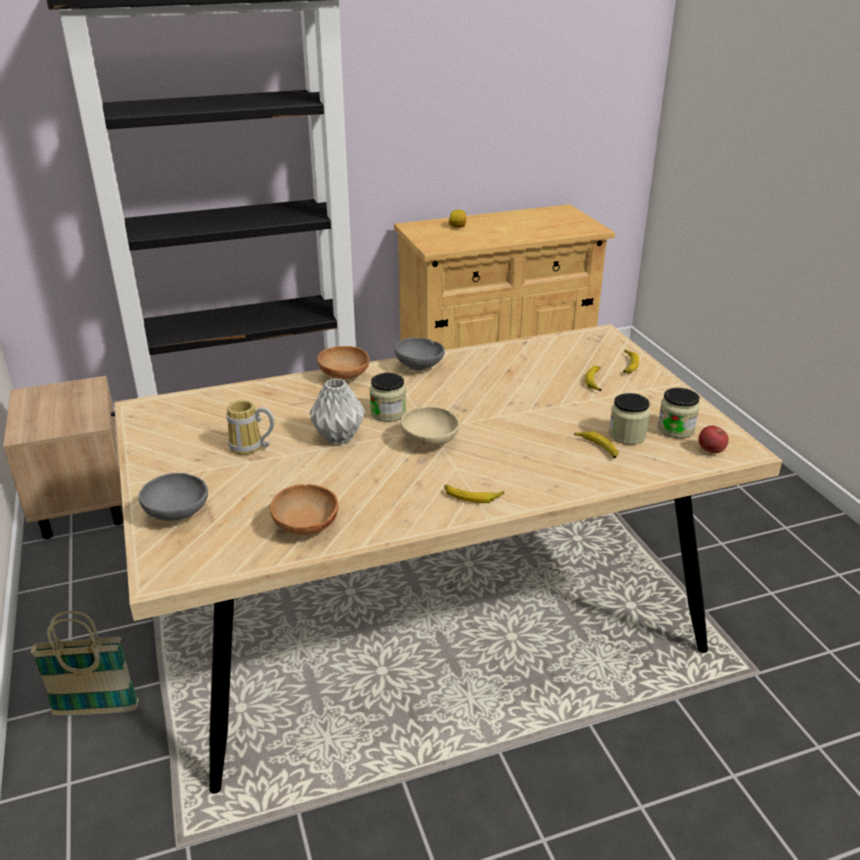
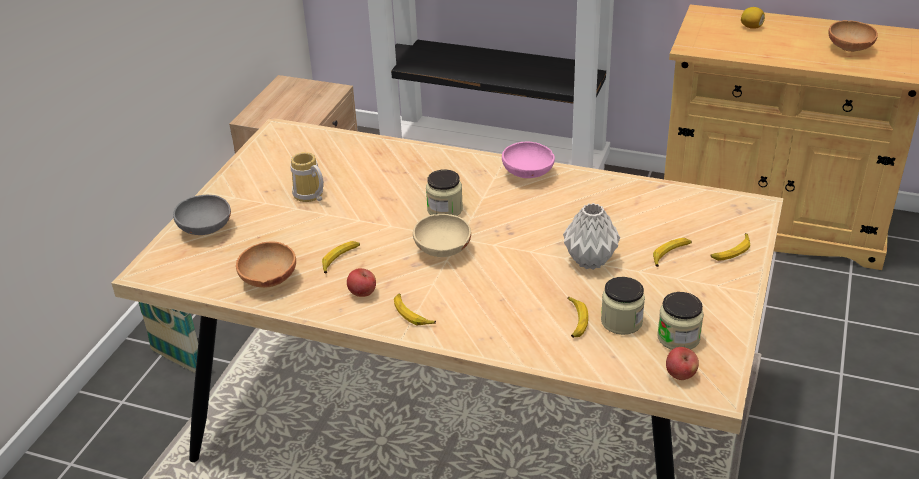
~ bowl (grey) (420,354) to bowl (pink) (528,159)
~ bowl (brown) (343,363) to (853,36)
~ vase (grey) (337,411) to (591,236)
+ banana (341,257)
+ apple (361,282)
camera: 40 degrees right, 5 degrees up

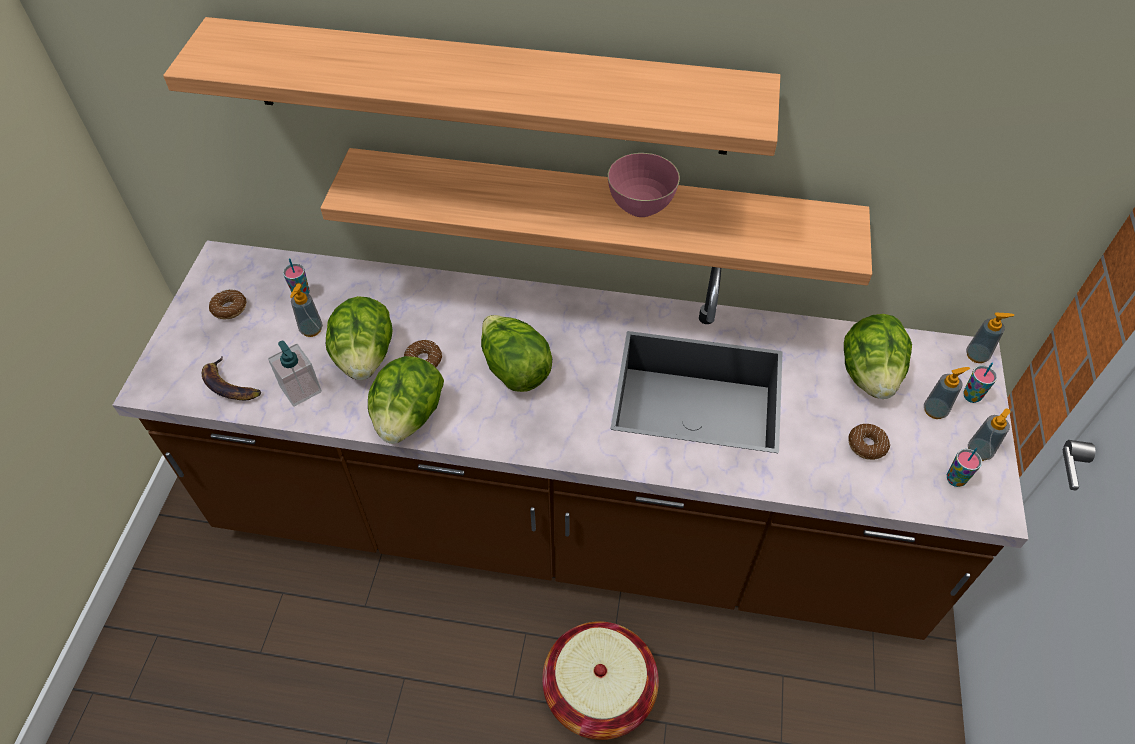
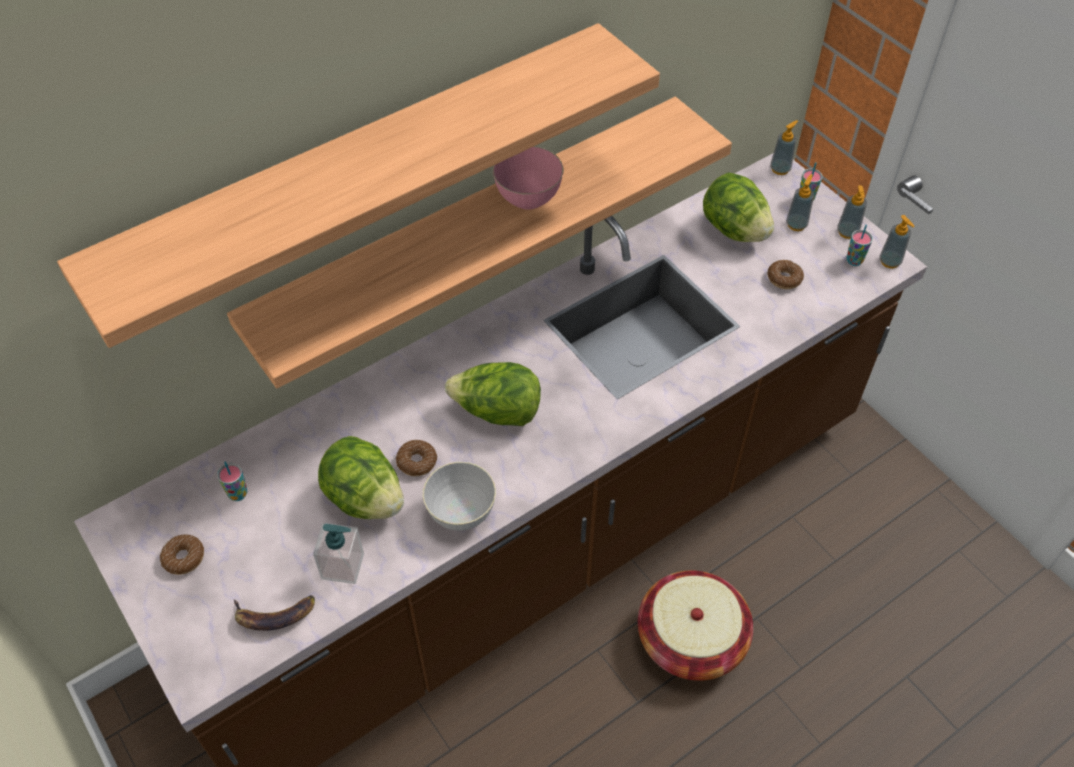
~ soap dispenser (306,310) to (896,241)
~ lettuce (406,400) to bowl (grey) (459,496)
camera: 45 degrees left, 0 degrees up

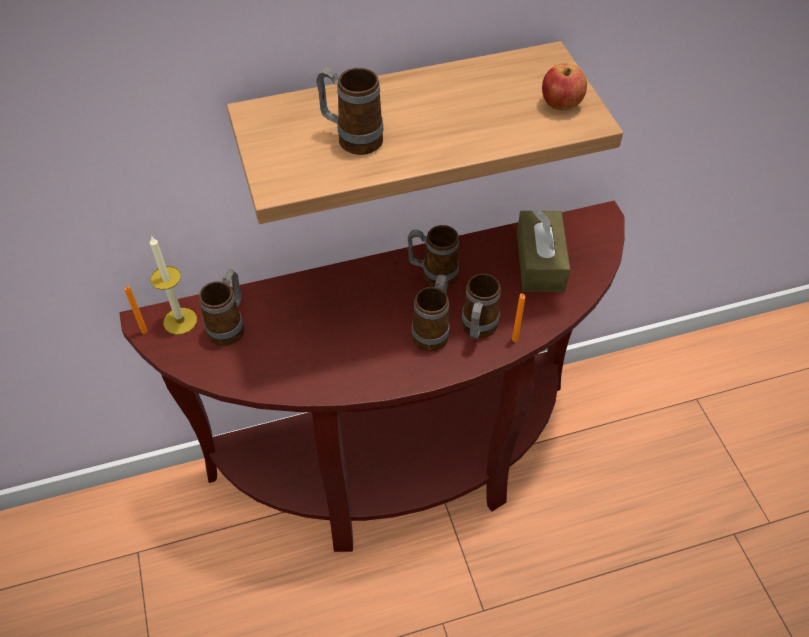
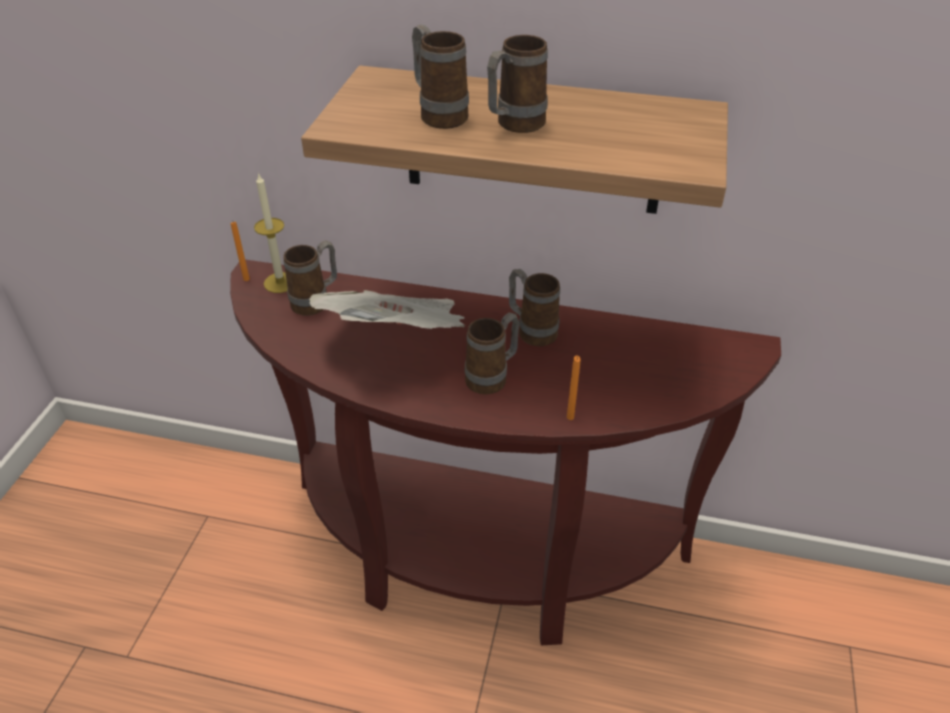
- apple (564,86)
- tissue box (brown) (543,251)
~ mug (481,306) to (517,84)
+ newspaper (387,309)
camera: 30 degrees right, 10 degrees down

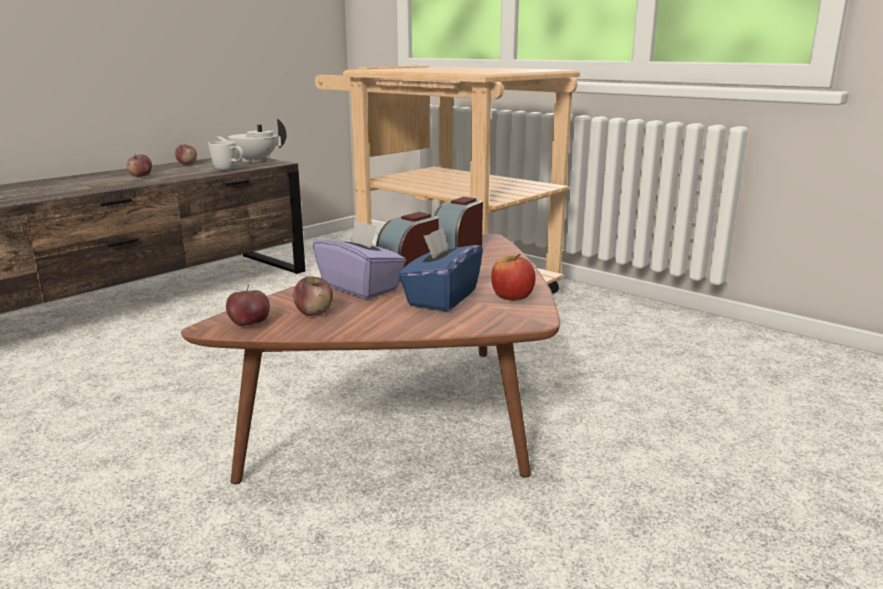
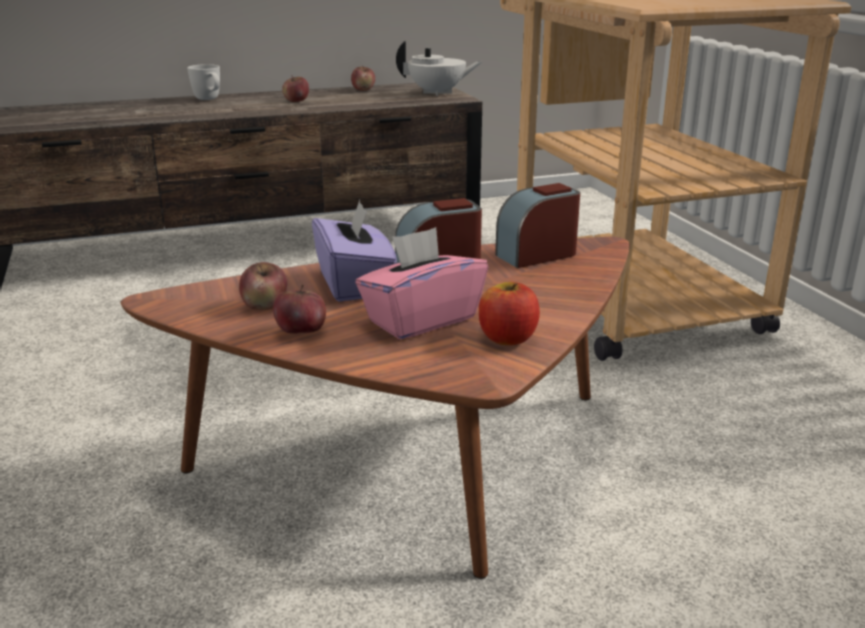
~ teapot (white) (251,140) = (439,68) 150 degrees clockwise
~ mug (white) (226,155) to (203,82)
~ tissue box (blue) (440,269) to tissue box (pink) (422,283)
~ apple (248,305) to (299,309)
camera: 30 degrees right, 5 degrees up

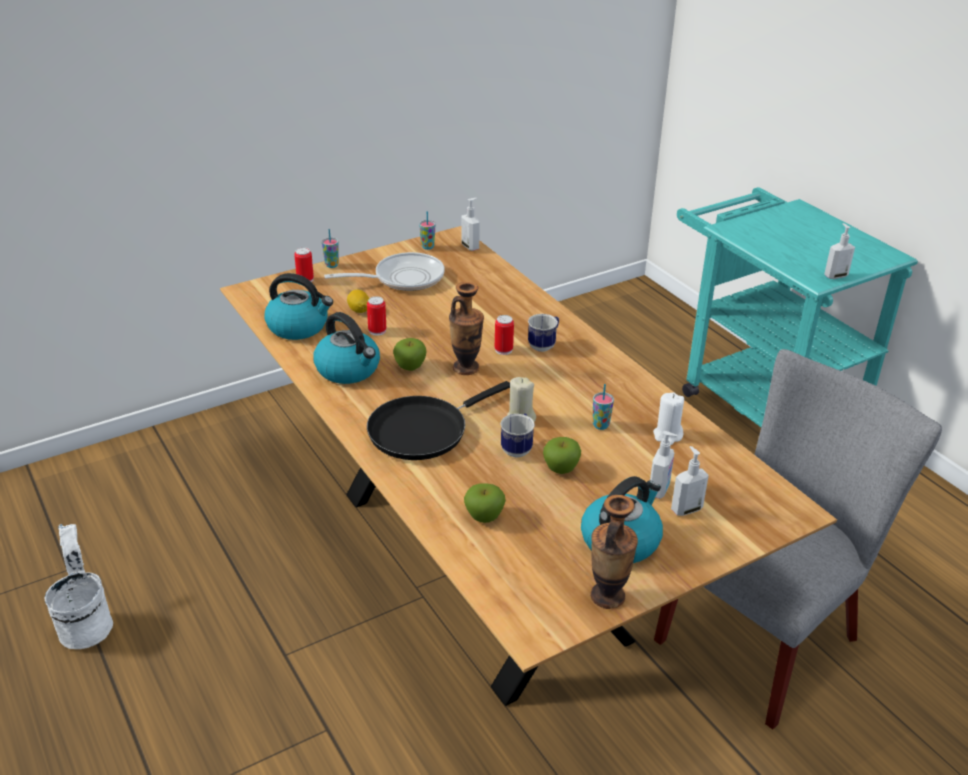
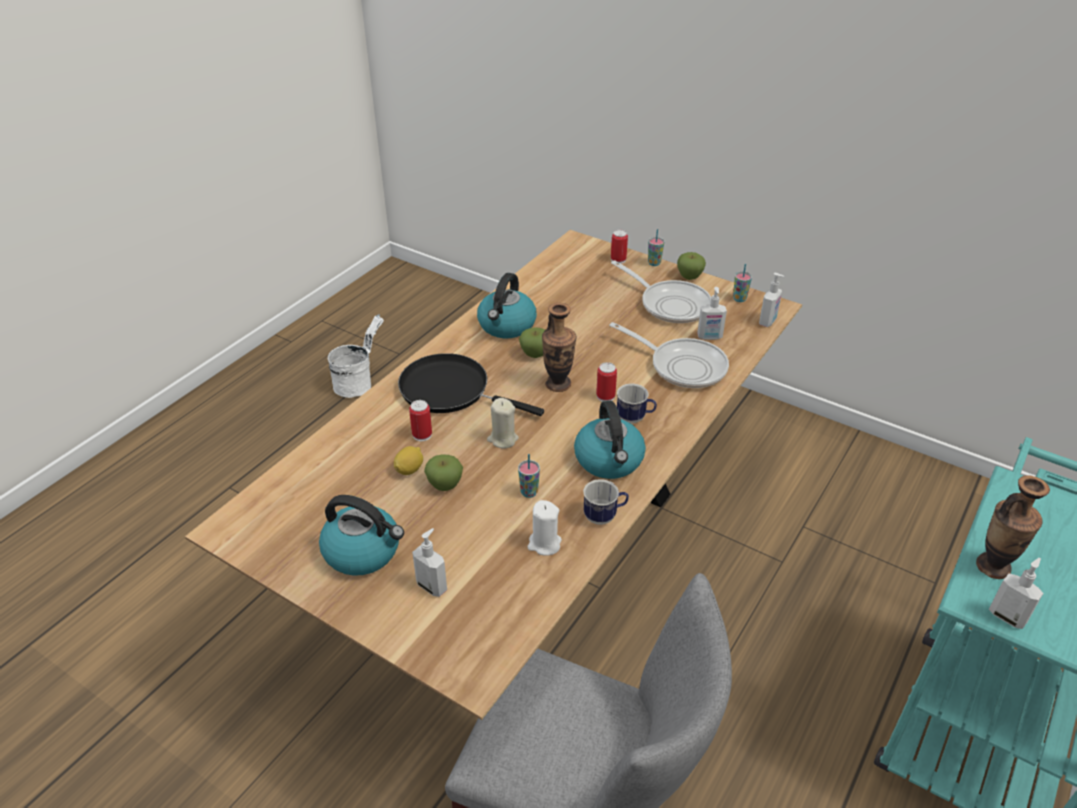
~ kettle (298,306) to (610,440)
~ lemon (358,301) to (408,460)
~ can (376,316) to (420,420)
~ mug (517,435) to (606,502)
~ soap dispenser (663,465) to (712,313)
~ apple (485,503) to (691,266)
~ vase (614,552) to (1013,527)
+ frying pan (669,355)
camera: 65 degrees right, 5 degrees up

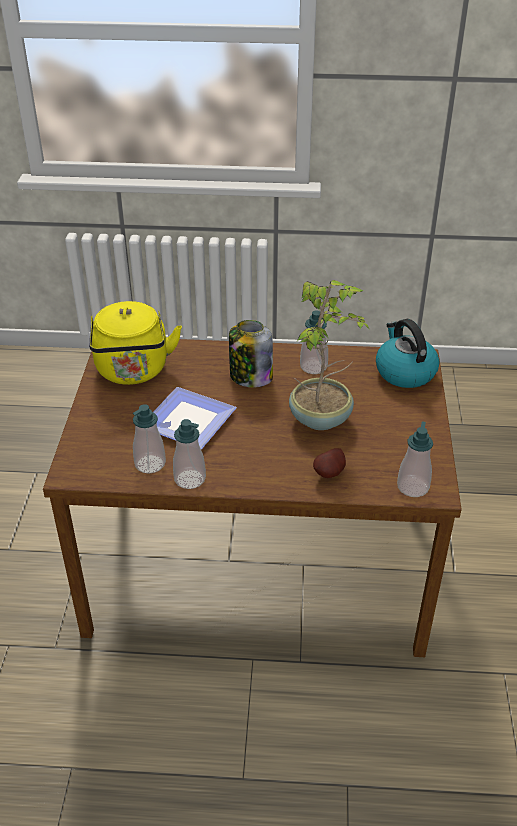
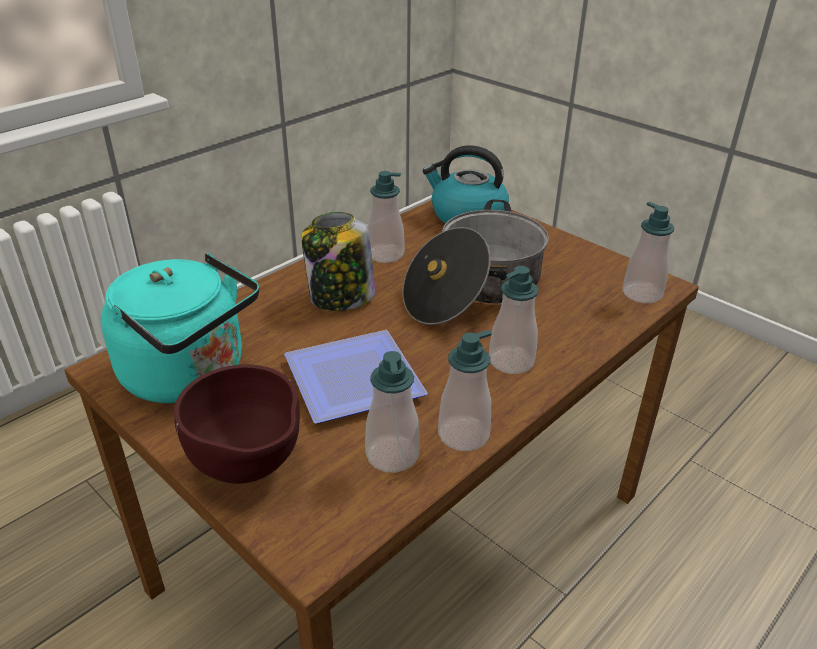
~ potted plant (329,355) to cooking pot (475,262)
~ kettle (yellow) (135,343) to kettle (turquoise) (180,328)
- potato (329,463)
+ soap dispenser (514,320)
+ bowl (brown) (237,424)
camera: 50 degrees left, 5 degrees down

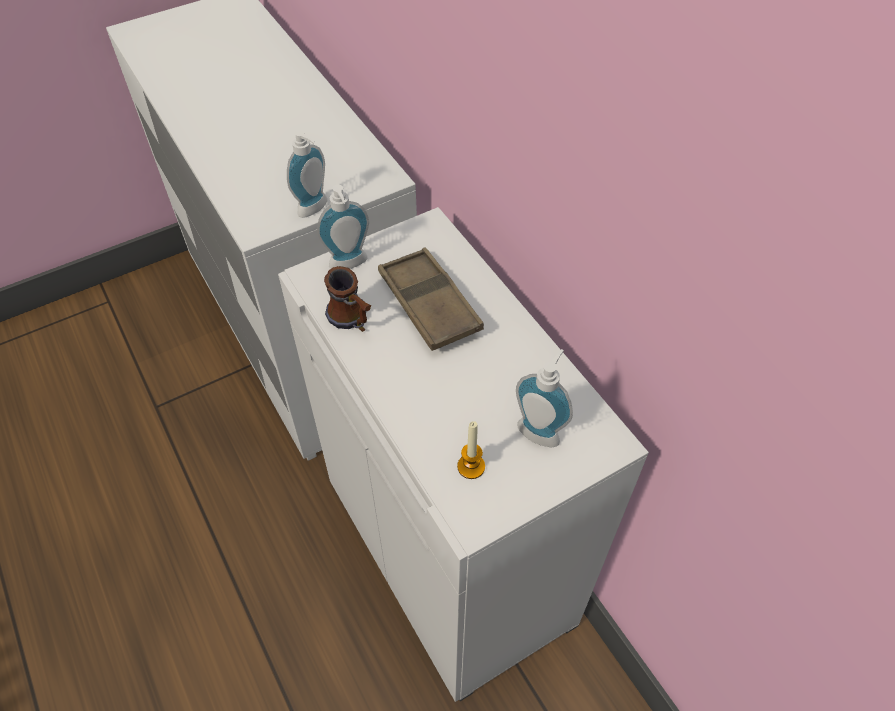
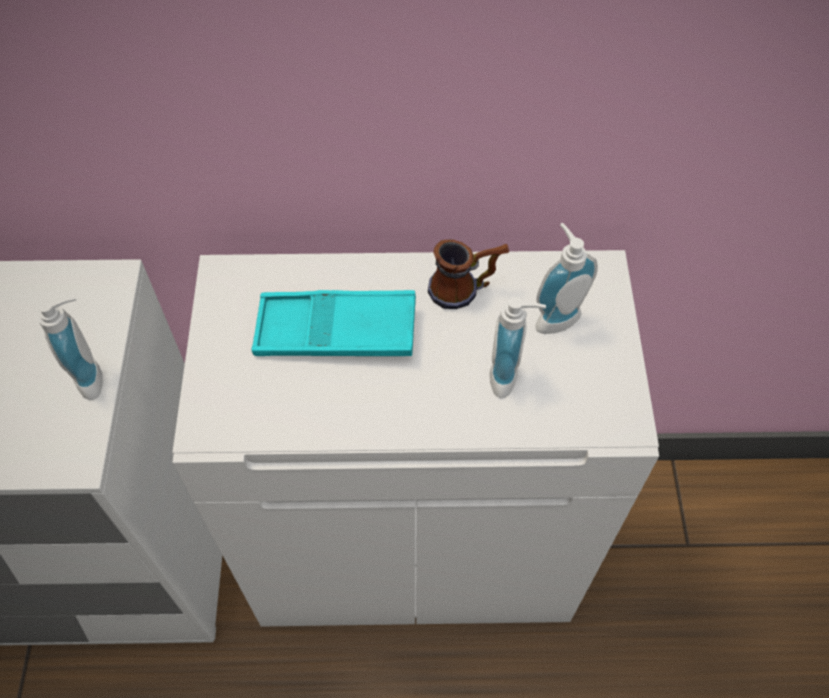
~ soap dispenser (343,227) to (518,347)
~ tray (brown) (431,299) to tray (turquoise) (334,323)
~ mug (347,299) to (468,274)
- candle (471,450)
camera: 60 degrees left, 5 degrees up

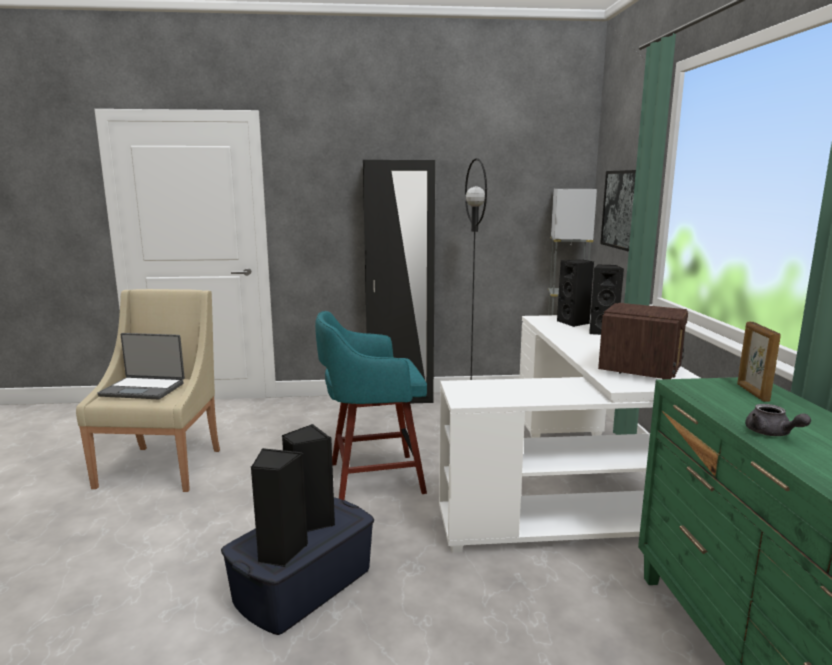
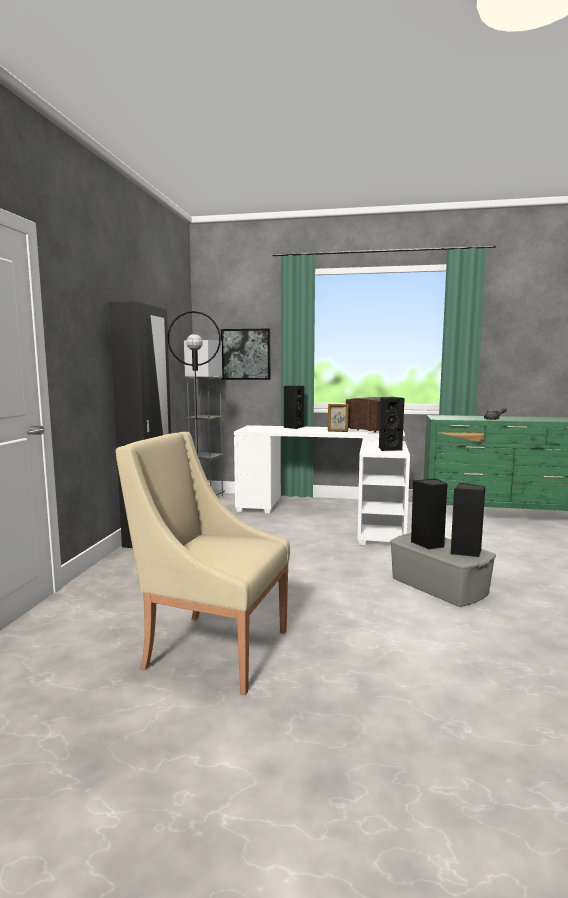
~ speaker (black) (575,293) to (392,424)
- stool (turquoise) (371,405)
~ picture frame (759,362) to (338,418)
- laptop (141,366)
~ storage box (blue) (297,566) to storage box (grey) (443,570)
camera: 75 degrees left, 5 degrees down

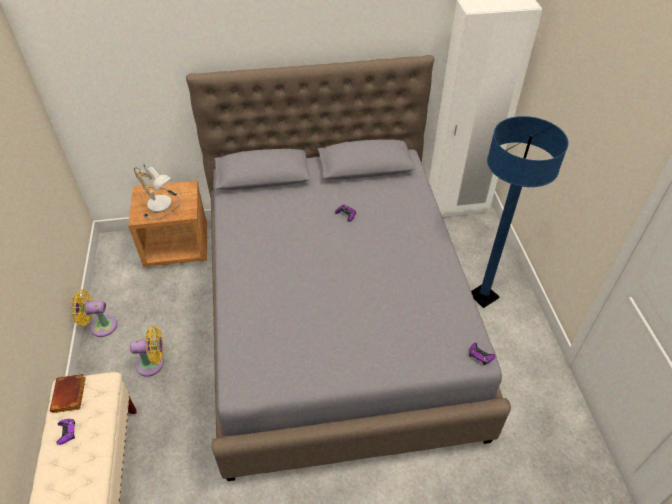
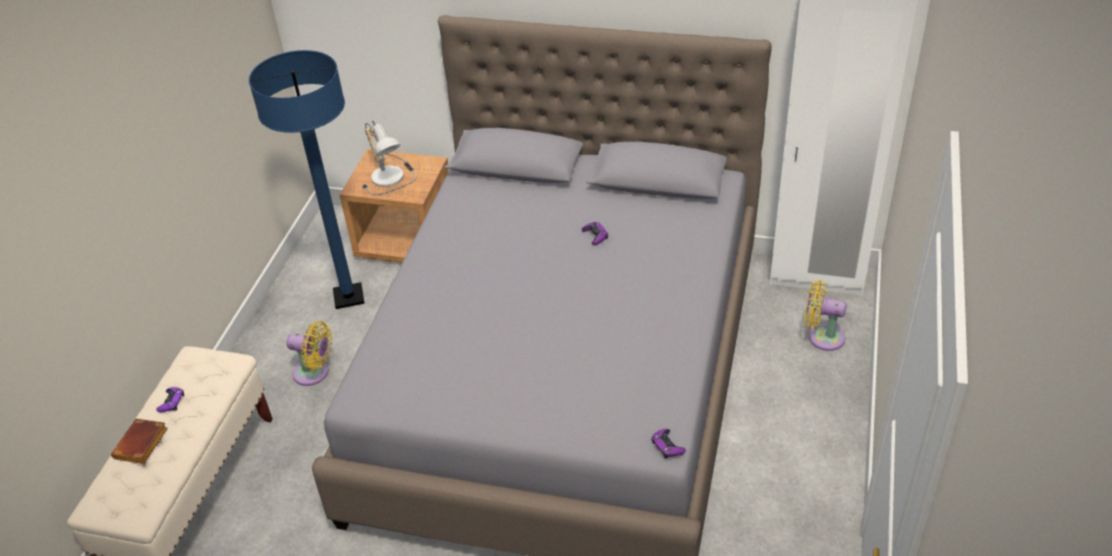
~ floor lamp (blue) (520,212) to (307,179)
~ fan (yellow) (94,313) to (825,315)
~ book (brown) (68,393) to (139,441)
camera: 25 degrees right, 5 degrees down

